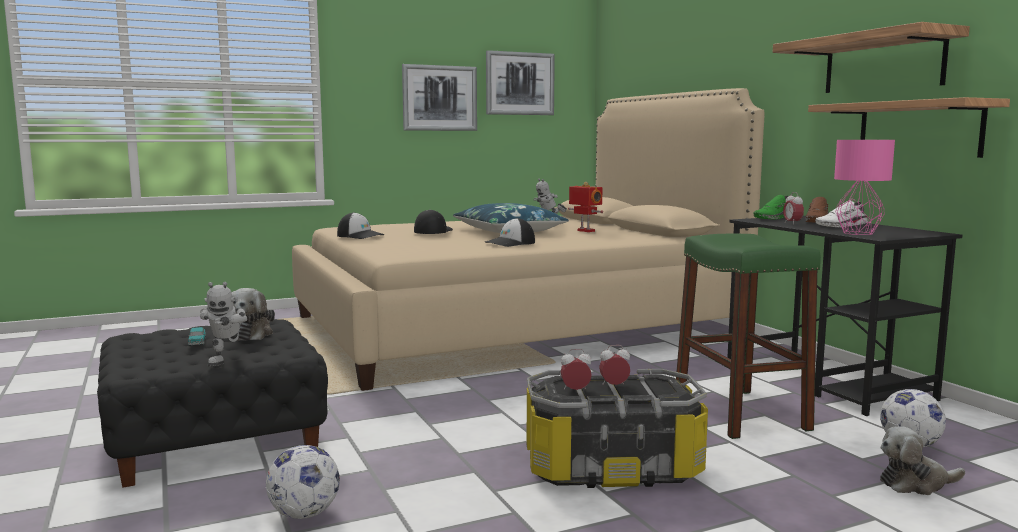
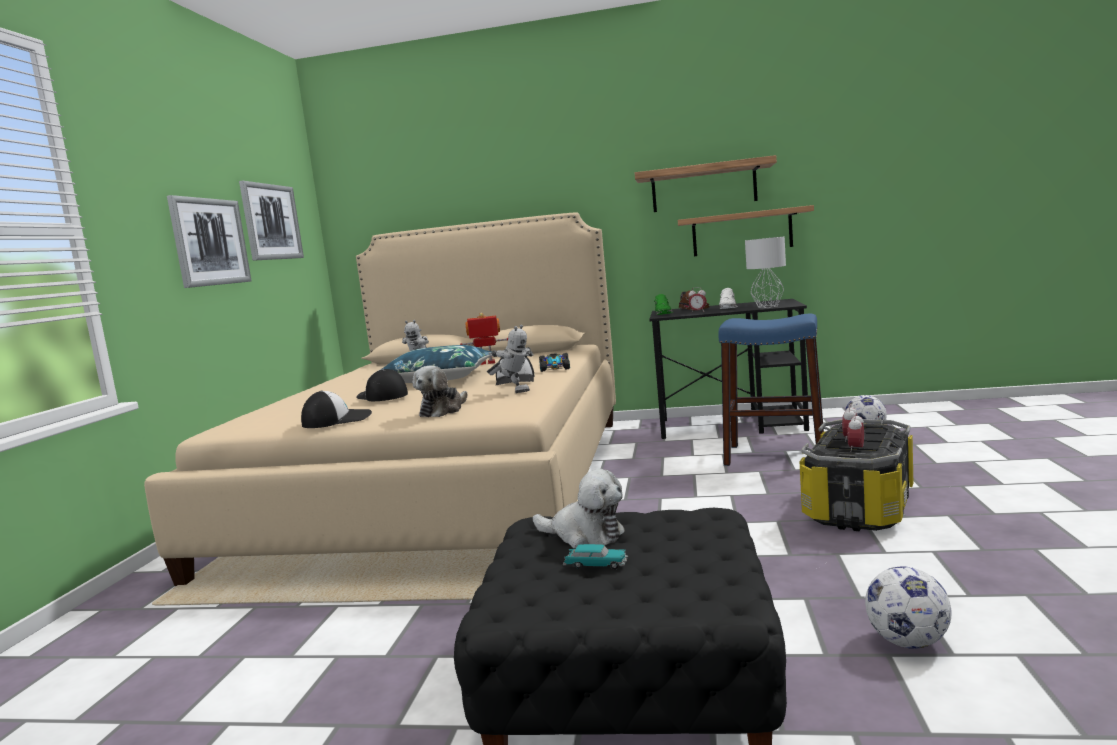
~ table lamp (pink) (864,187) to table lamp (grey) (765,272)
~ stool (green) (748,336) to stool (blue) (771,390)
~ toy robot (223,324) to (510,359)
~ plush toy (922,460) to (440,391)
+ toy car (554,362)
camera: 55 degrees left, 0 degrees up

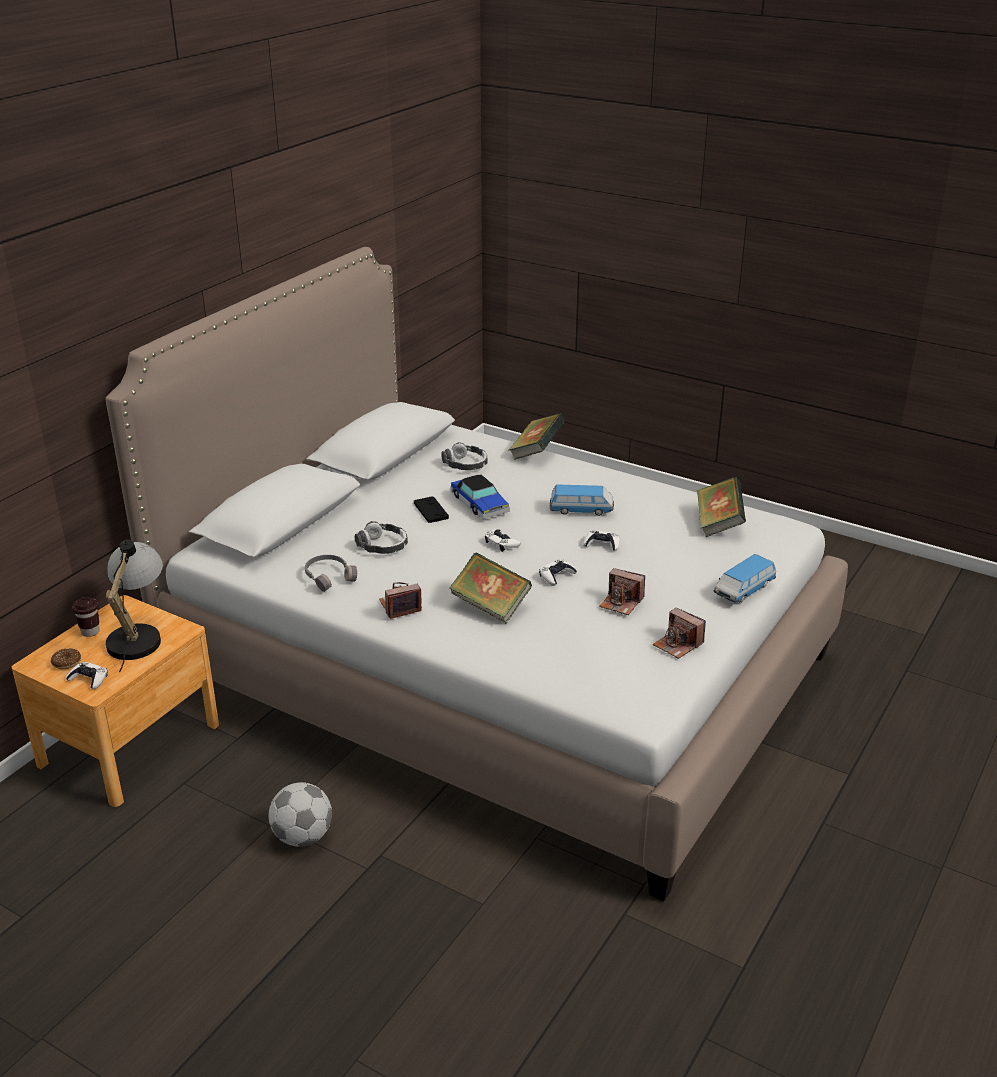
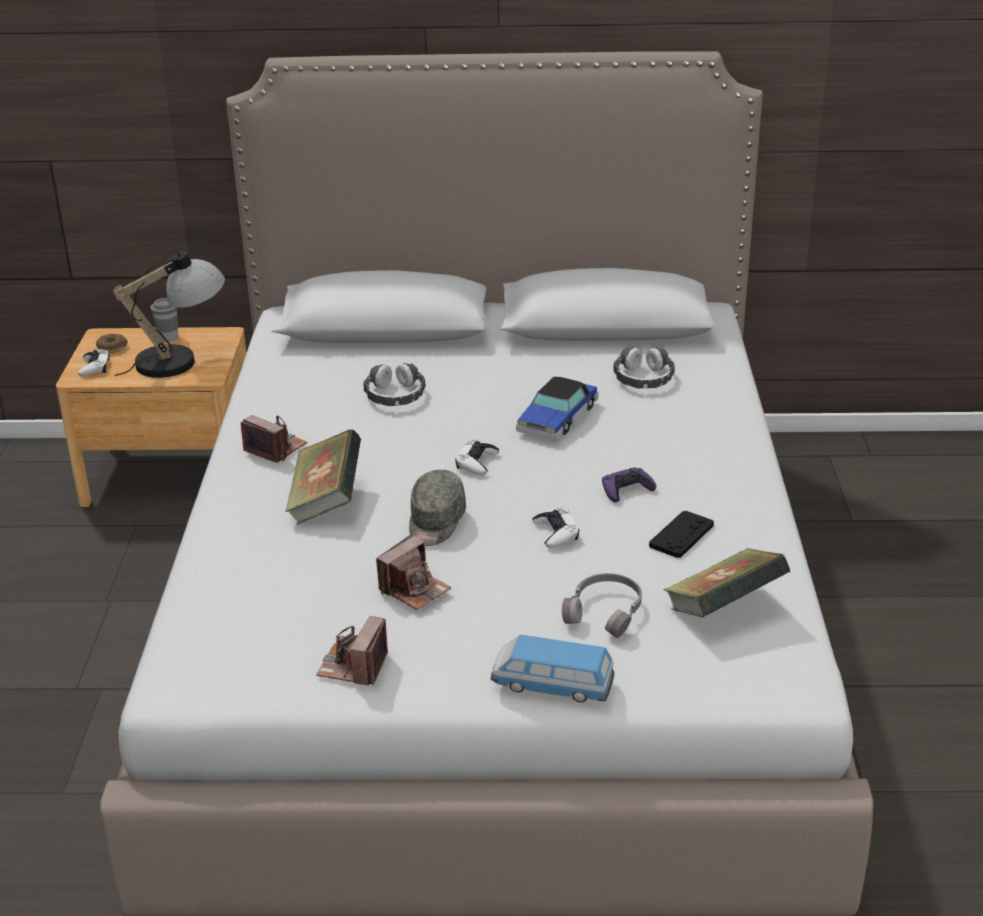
- book (537,436)
~ toy car (582,500) to game controller (purple) (629,485)
~ game controller (black) (431,509) to (681,534)
~ headphones (grey) (331,573) to (602,605)
~ game controller (white) (558,572) to cap (grey) (437,508)
~ photo camera (622,591) = (413,572) 135 degrees counterclockwise
~ cup (brown) (86,617) to cup (grey) (164,320)
- football (300,814)
camera: 60 degrees right, 0 degrees up

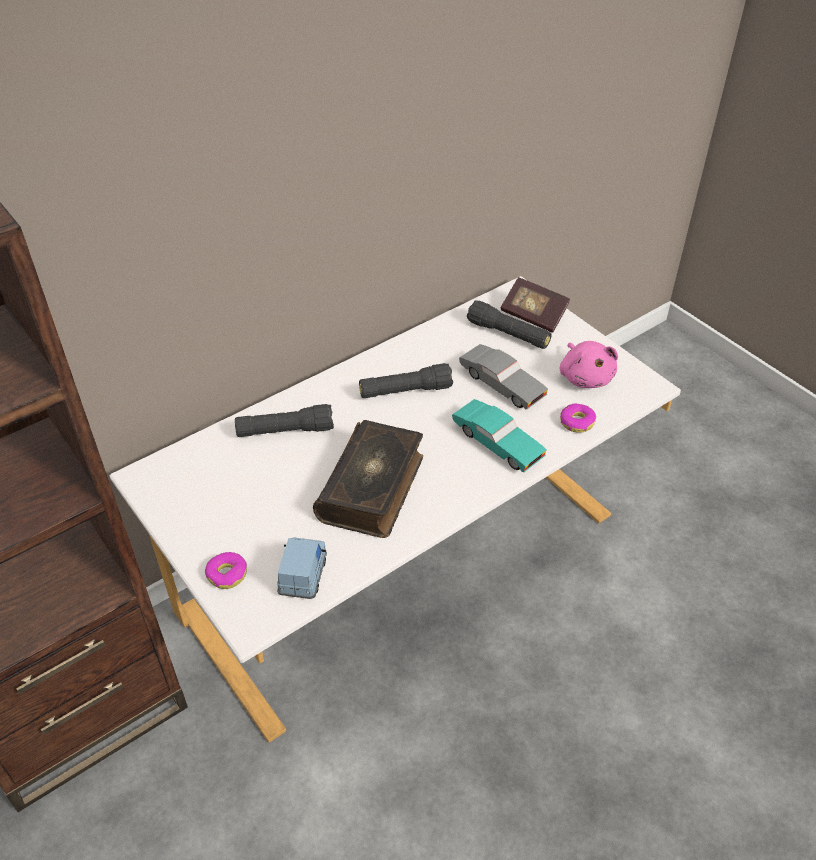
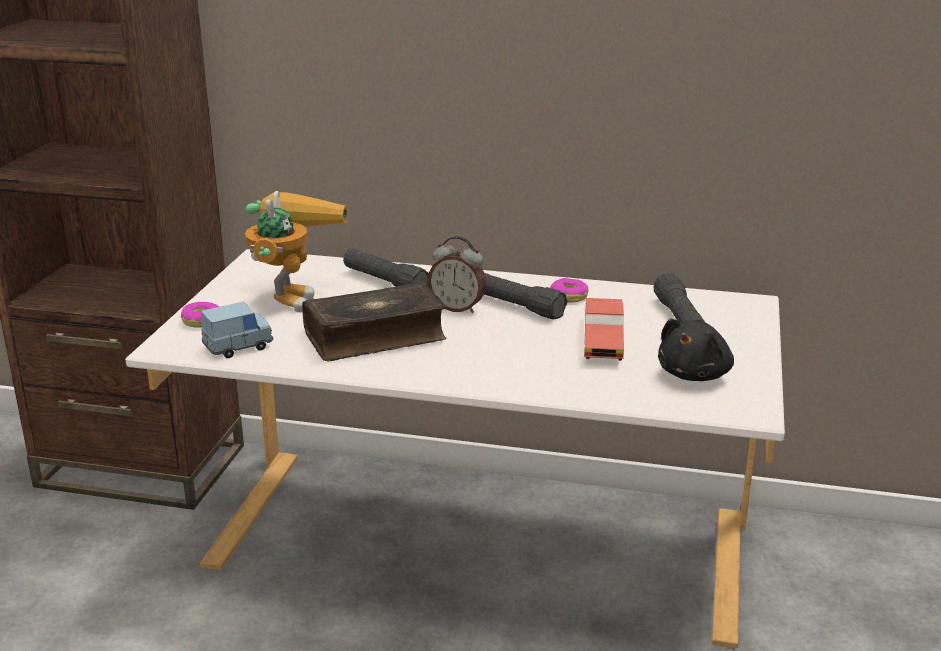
- book (535,305)
~ plush toy (pink) (589,364) to plush toy (black) (696,350)
~ toy car (grey) (503,376) to toy car (red) (604,329)
- toy car (turquoise) (499,435)
~ donut (578,418) to (569,290)
+ toy robot (296,251)
+ alarm clock (456,274)
camera: 50 degrees right, 20 degrees down

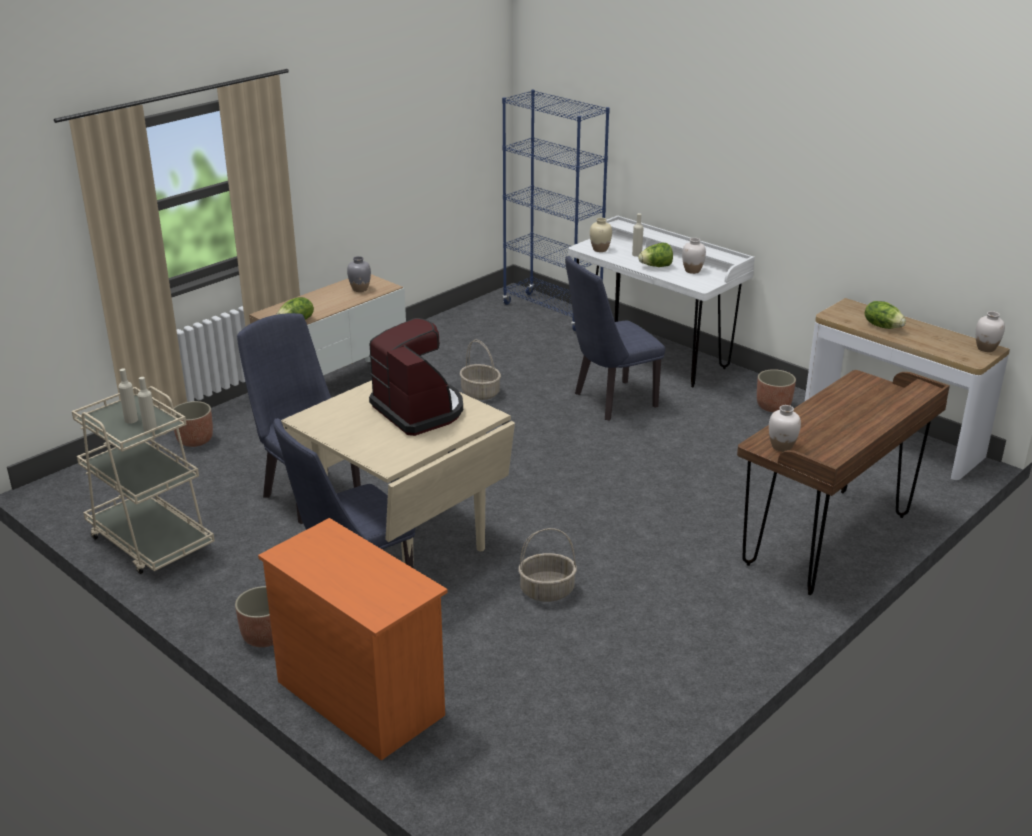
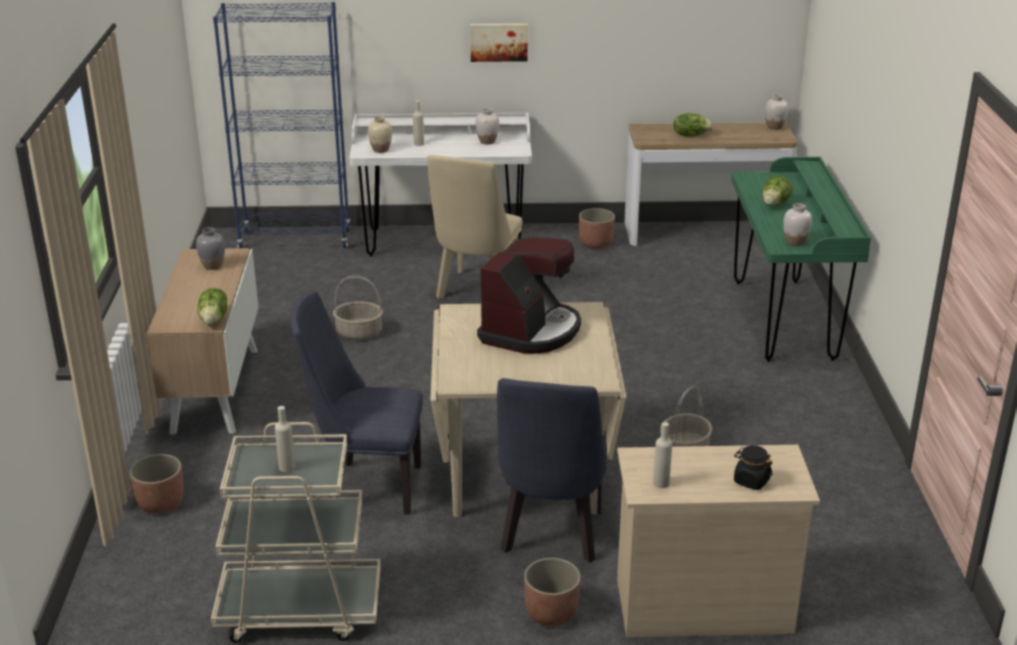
~ lettuce (655,255) to (777,190)
~ chair (blue) (615,338) to chair (beige) (474,226)
~ coffee machine (416,377) = (529,295) 105 degrees clockwise
~ desk (brown) (843,482) to desk (green) (801,259)
~ bottle (beige) (147,404) to (662,455)
~ dresser (orange) (353,639) to dresser (beige) (718,541)
+ picture (499,42)
+ jar (black) (753,467)
camera: 45 degrees left, 0 degrees up

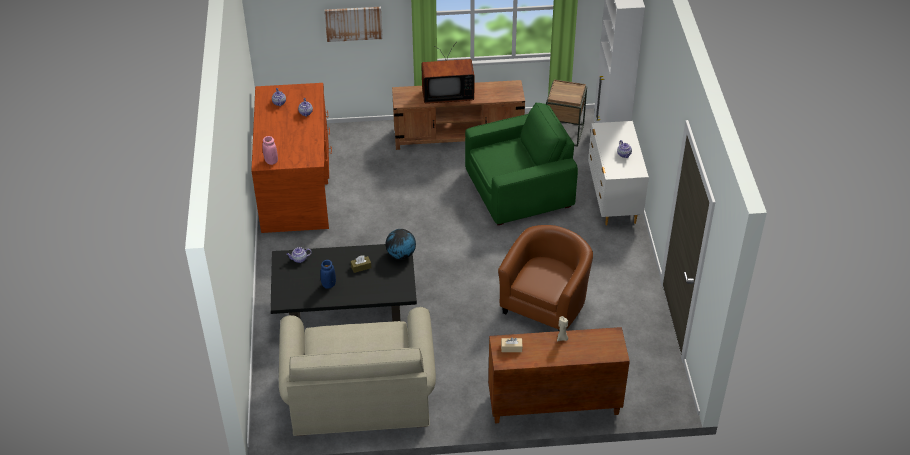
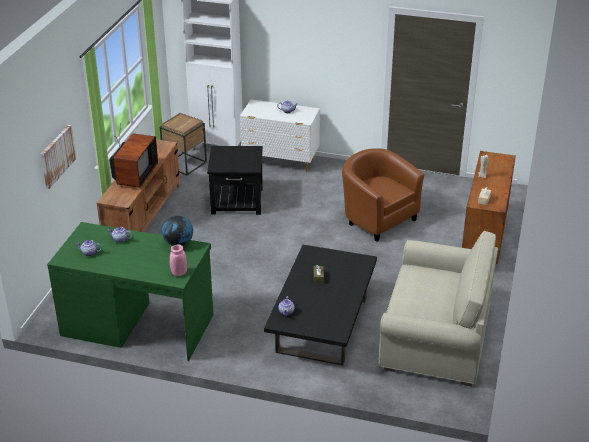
~ desk (brown) (291,158) to desk (green) (130,291)
~ armchair (green) (521,164) to side table (black) (235,180)
~ globe (401,244) to (177,230)
- vase (blue) (328,274)
camera: 70 degrees left, 10 degrees down

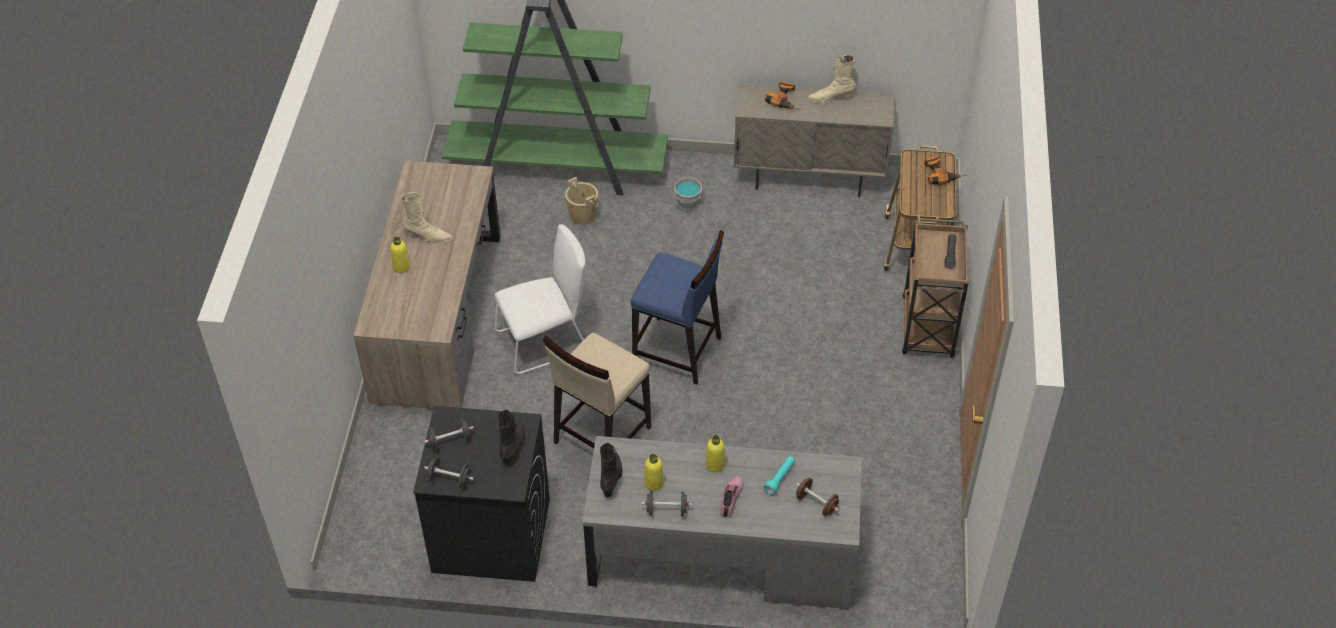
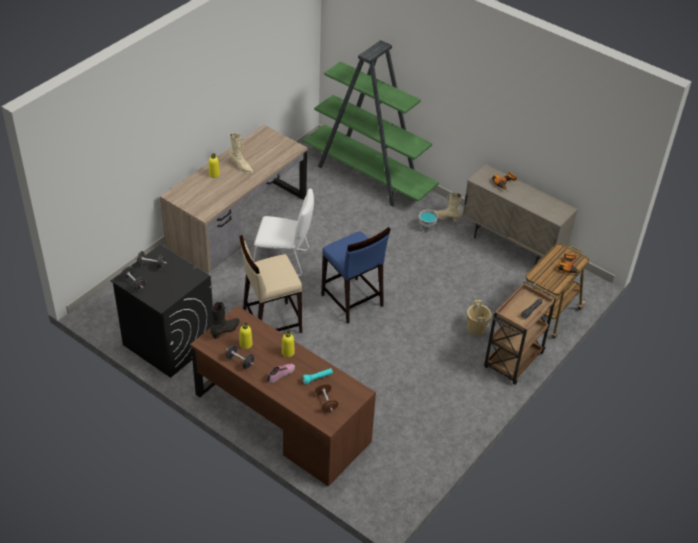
~ boot (beige) (832,79) to (447,207)
~ bucket (beige) (582,201) to (479,318)
- boot (black) (511,437)
~ desk (grey) (722,522) to desk (brown) (283,396)
camera: 30 degrees right, 5 degrees down

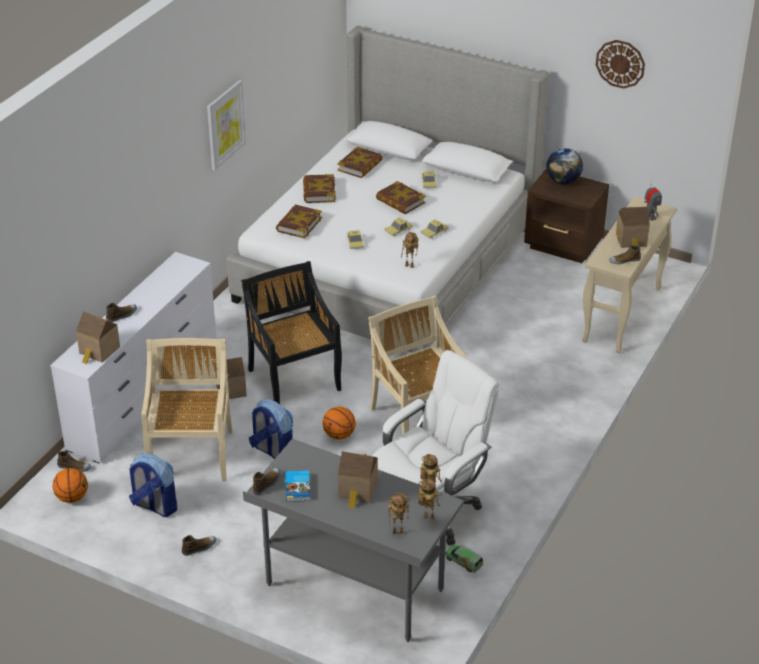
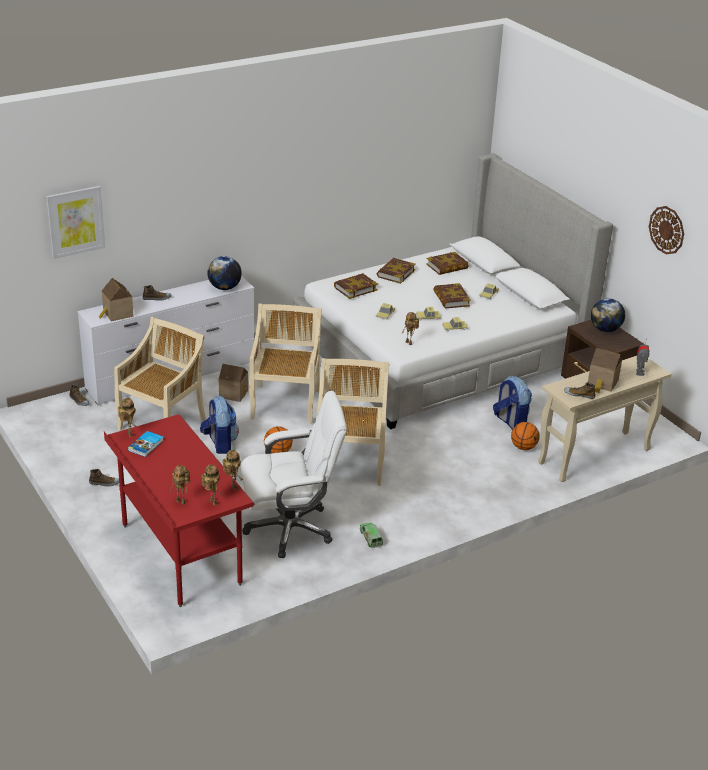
~ picture (226,125) to (75,222)
~ chair (black) (291,333) to chair (beige) (285,363)
~ desk (grey) (353,540) to desk (red) (179,510)
- toy house (358,480)
~ backpack (153,485) to (512,403)
~ basketball (70,485) to (525,436)
~ shoe (267,481) to toy robot (127,417)
~ toy truck (464,559) to (371,535)
+ globe (224,273)
camera: 30 degrees right, 5 degrees down

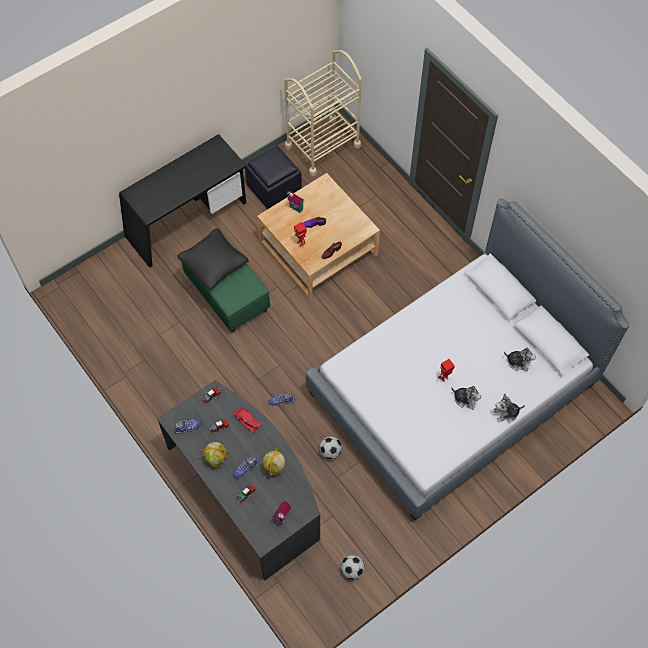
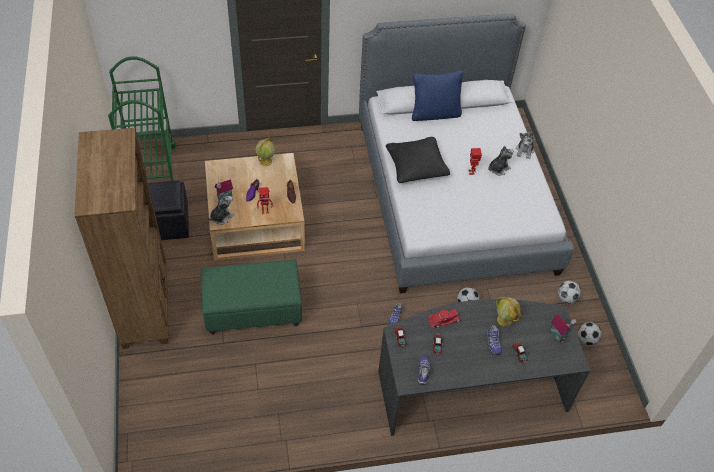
~ cart (beige) (323,113) to cart (green) (142,118)
~ desk (black) (183,201) to bookcase (brown) (121,238)
~ pillow (black) (213,259) to (418,160)
~ plush toy (520,359) to (221,209)
~ globe (214,454) to (265,152)
+ pillow (blue) (437,96)
+ football (569,292)
camera: 65 degrees left, 10 degrees down

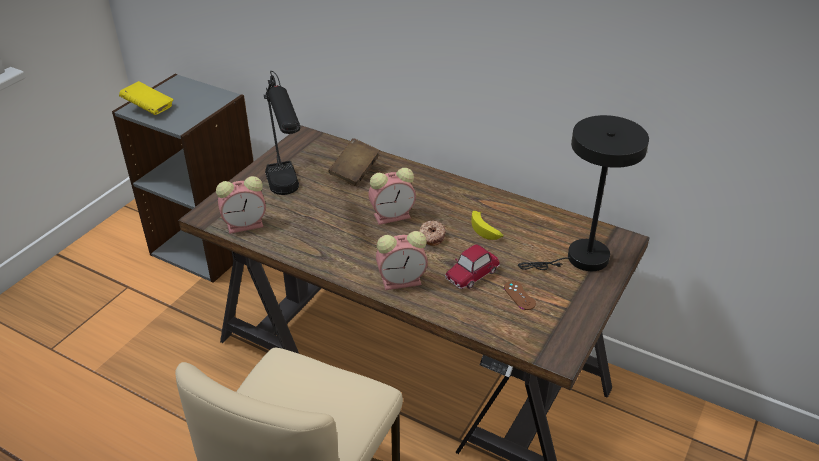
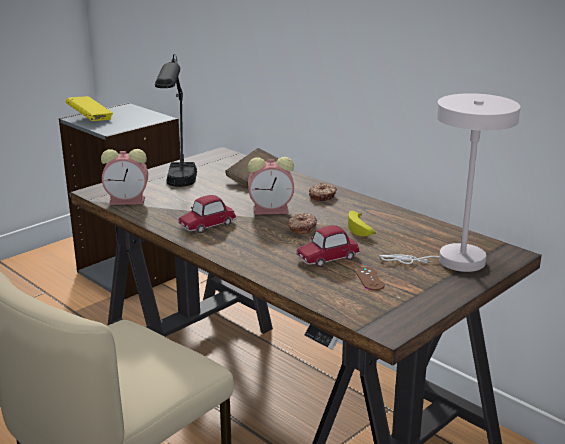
~ table lamp (black) (583,193) to table lamp (white) (450,182)
- alarm clock (402,260)
+ donut (323,192)
+ toy car (207,214)
camera: 15 degrees right, 15 degrees down

